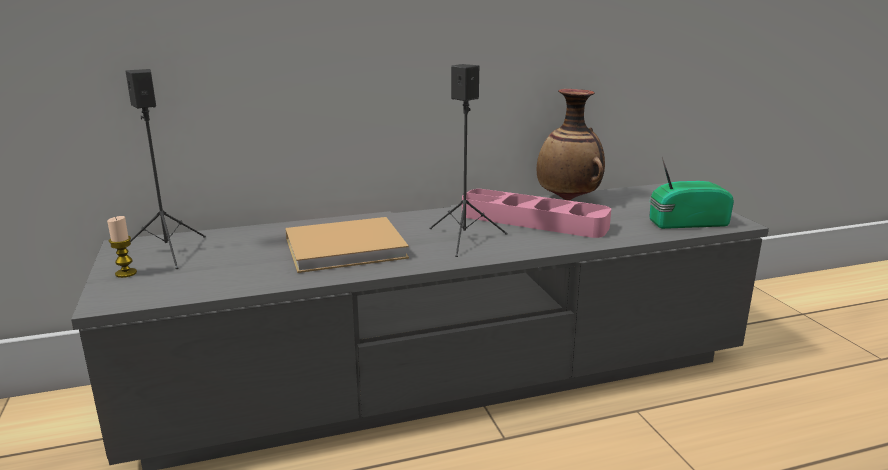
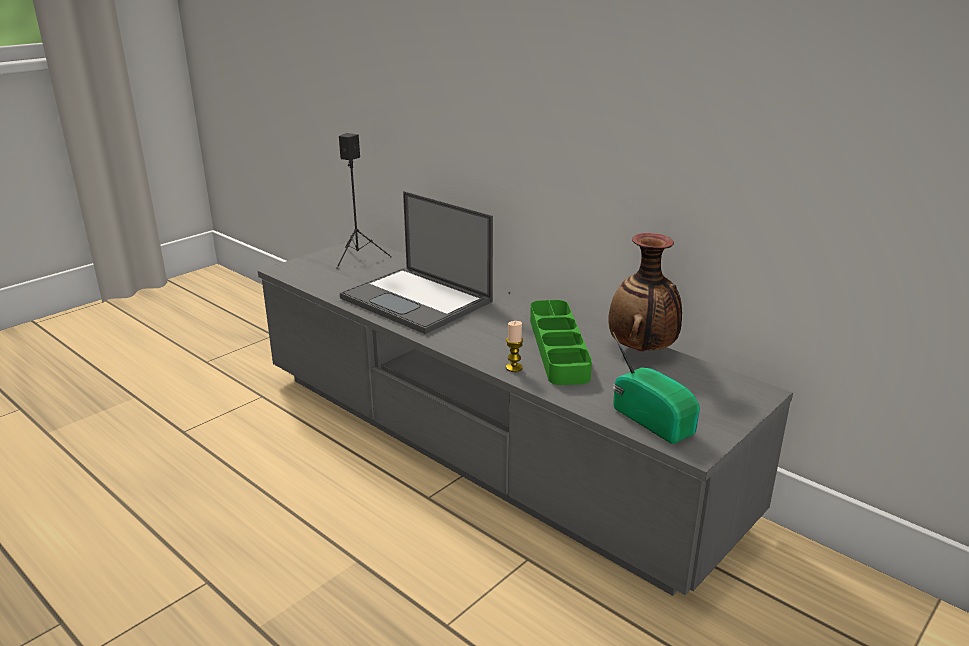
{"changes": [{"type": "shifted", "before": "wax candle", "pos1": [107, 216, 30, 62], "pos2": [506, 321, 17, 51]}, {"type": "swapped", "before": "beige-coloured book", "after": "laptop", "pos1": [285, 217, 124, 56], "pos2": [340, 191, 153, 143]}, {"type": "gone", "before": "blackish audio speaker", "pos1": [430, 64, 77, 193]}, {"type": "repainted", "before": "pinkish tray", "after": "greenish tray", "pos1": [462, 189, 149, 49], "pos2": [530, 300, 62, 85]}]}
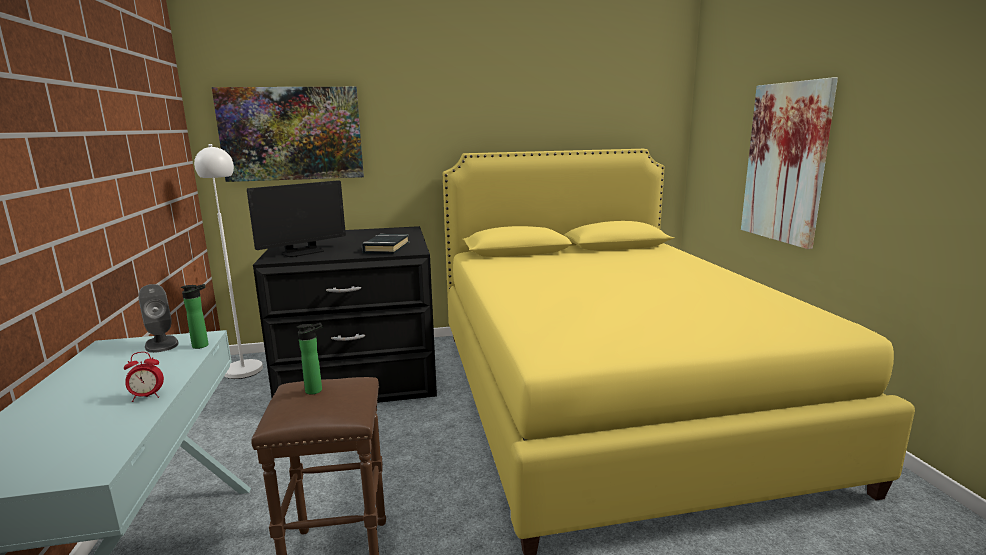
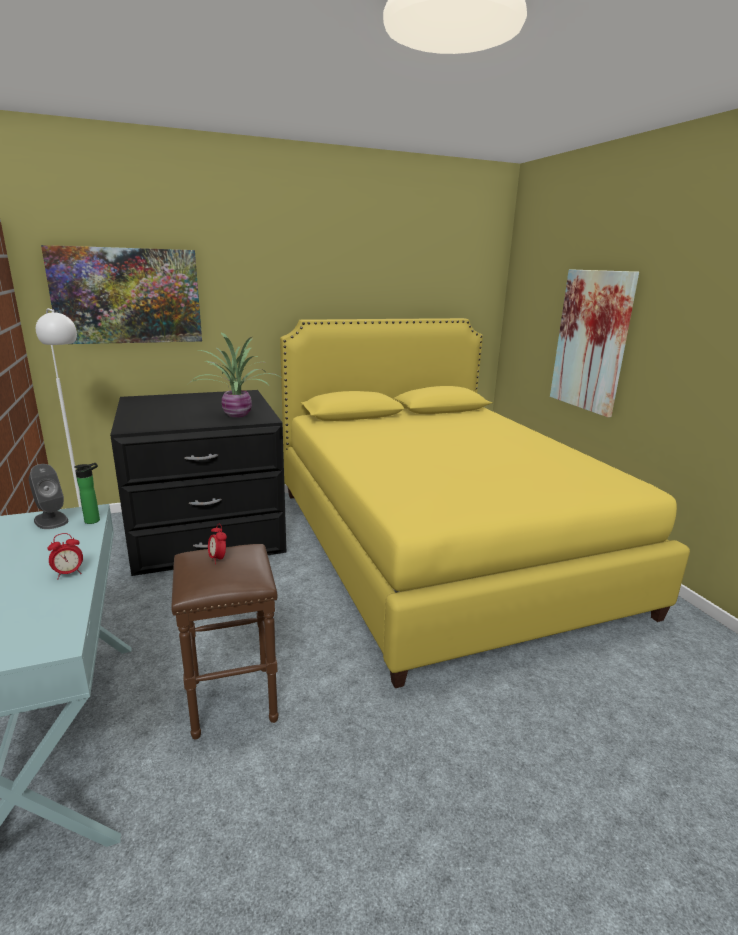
{"changes": [{"type": "gone", "before": "monitor", "pos1": [247, 180, 99, 77]}, {"type": "swapped", "before": "beverage bottle", "after": "table clock", "pos1": [297, 323, 25, 72], "pos2": [208, 525, 19, 39]}, {"type": "swapped", "before": "blackish book", "after": "potted plant", "pos1": [362, 234, 47, 20], "pos2": [188, 333, 96, 85]}]}
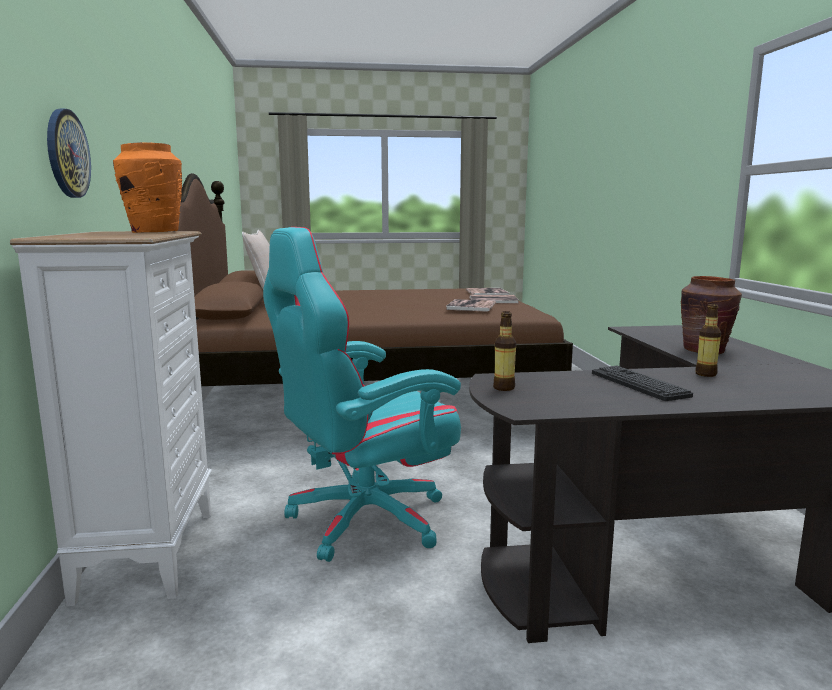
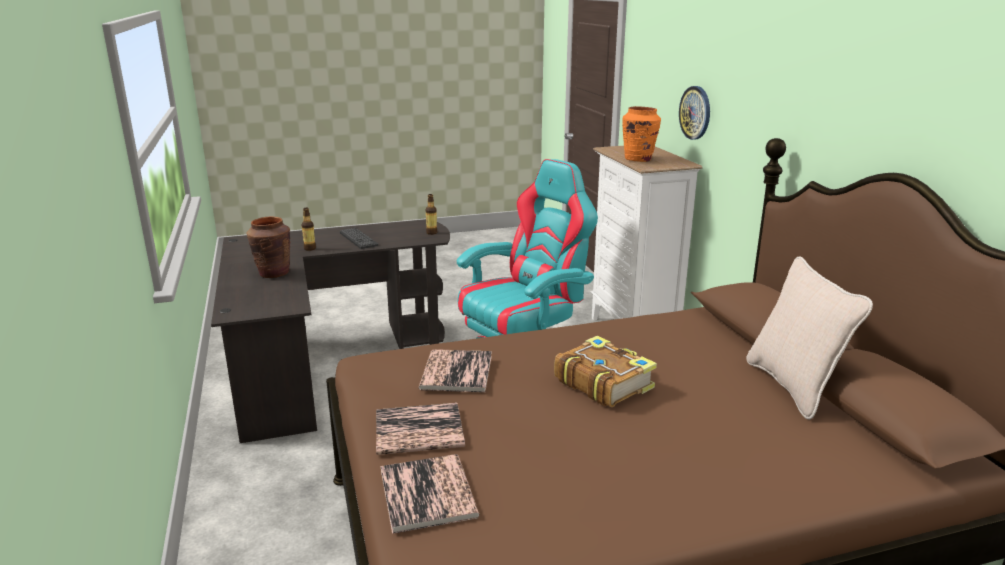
{"changes": [{"type": "new", "after": "book", "pos2": [554, 336, 103, 71]}]}
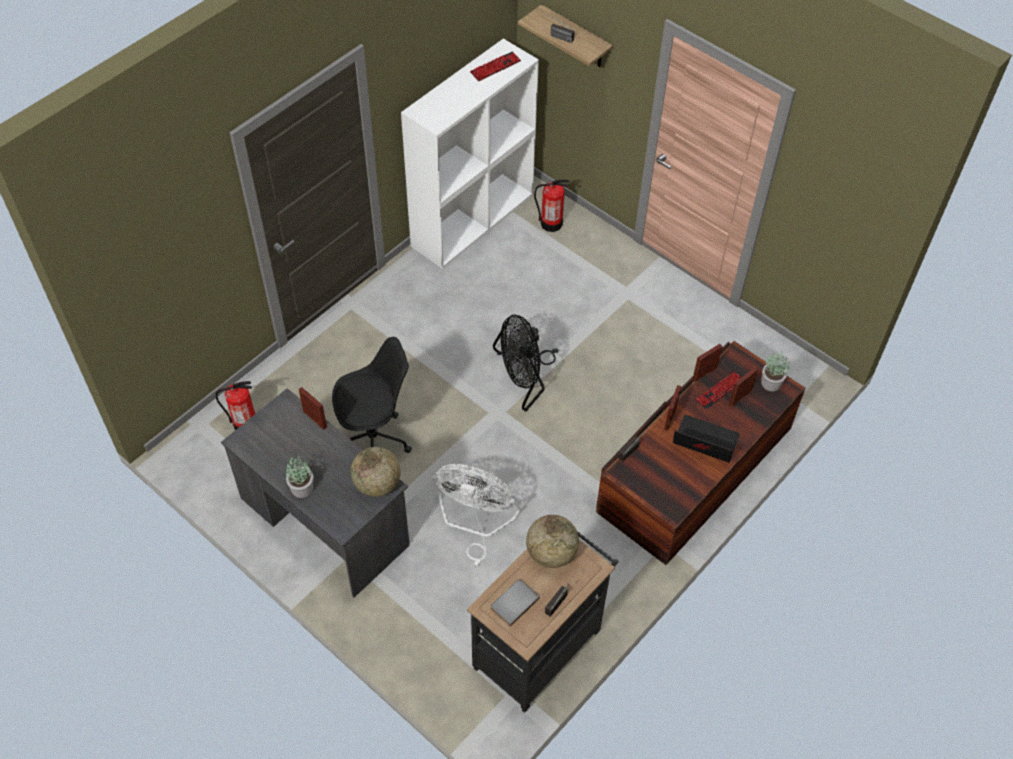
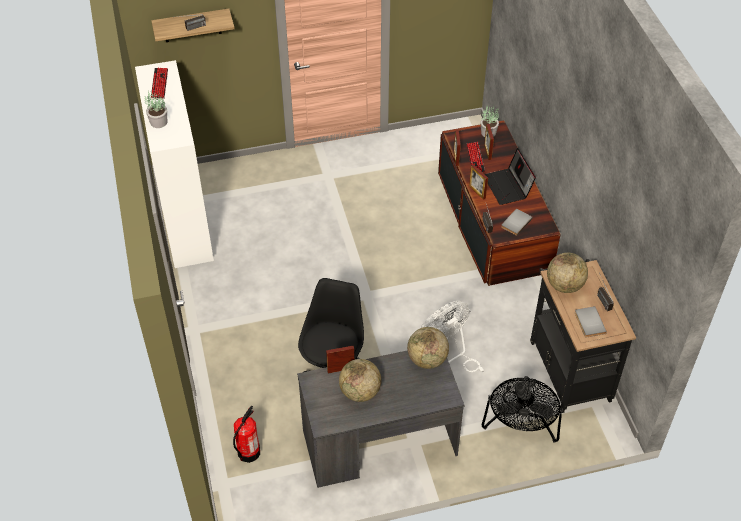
{"changes": [{"type": "shifted", "before": "potted plant", "pos1": [286, 456, 27, 42], "pos2": [145, 91, 22, 37]}, {"type": "shifted", "before": "blackish cooling fan", "pos1": [493, 314, 67, 98], "pos2": [482, 376, 81, 67]}, {"type": "gone", "before": "fire-fighting cylinder", "pos1": [534, 179, 35, 53]}, {"type": "rotated", "before": "laptop", "pos1": [673, 415, 67, 47], "pos2": [485, 148, 51, 57], "turn": -75}, {"type": "new", "after": "desk globe", "pos2": [339, 359, 42, 43]}, {"type": "new", "after": "greyish book", "pos2": [501, 209, 32, 27]}]}
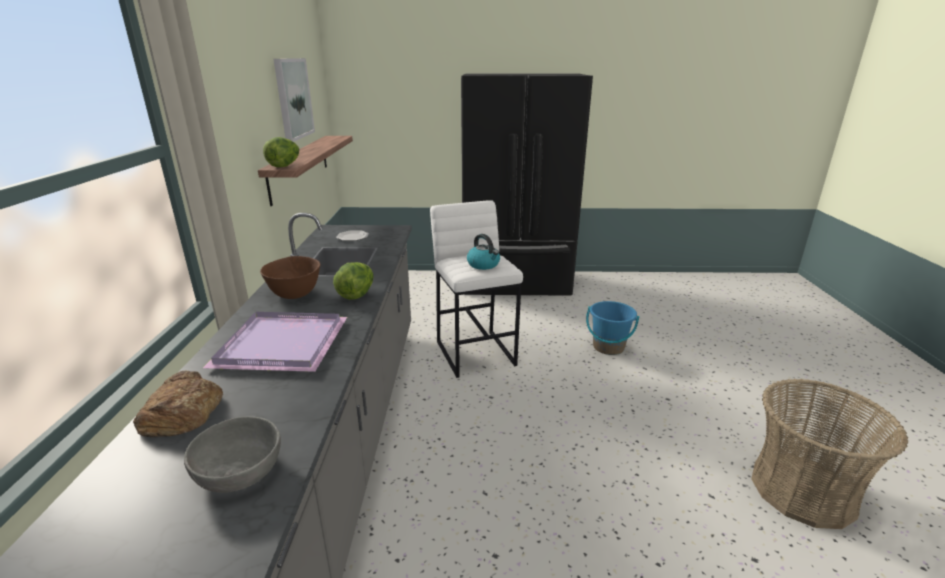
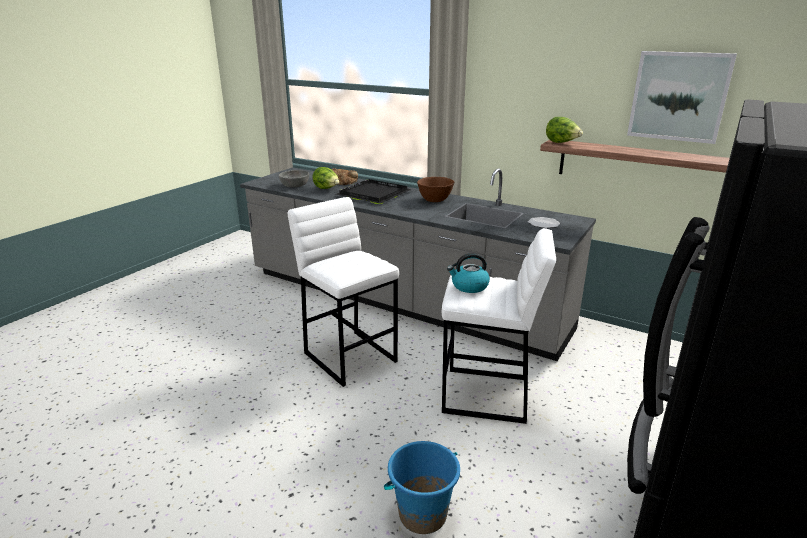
{"changes": [{"type": "repainted", "before": "purplish tray", "after": "blackish tray", "pos1": [203, 312, 144, 60], "pos2": [336, 179, 76, 25]}, {"type": "shifted", "before": "lettuce head", "pos1": [333, 262, 40, 38], "pos2": [312, 167, 27, 22]}, {"type": "gone", "before": "basket", "pos1": [751, 379, 157, 150]}, {"type": "new", "after": "white-coloured stool", "pos2": [288, 197, 111, 190]}]}
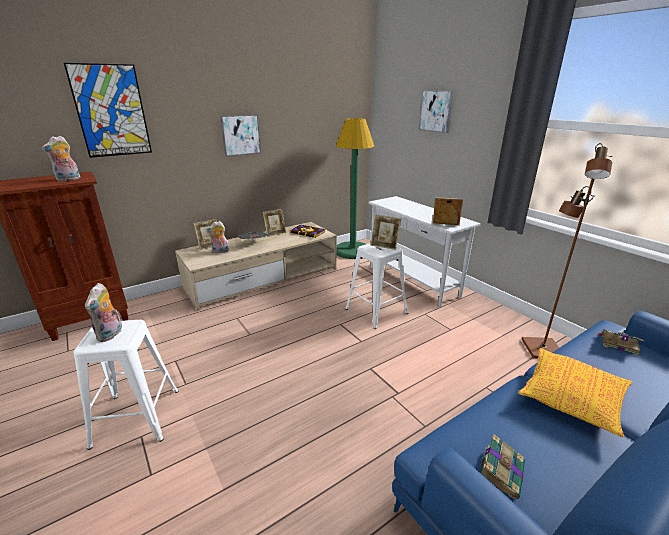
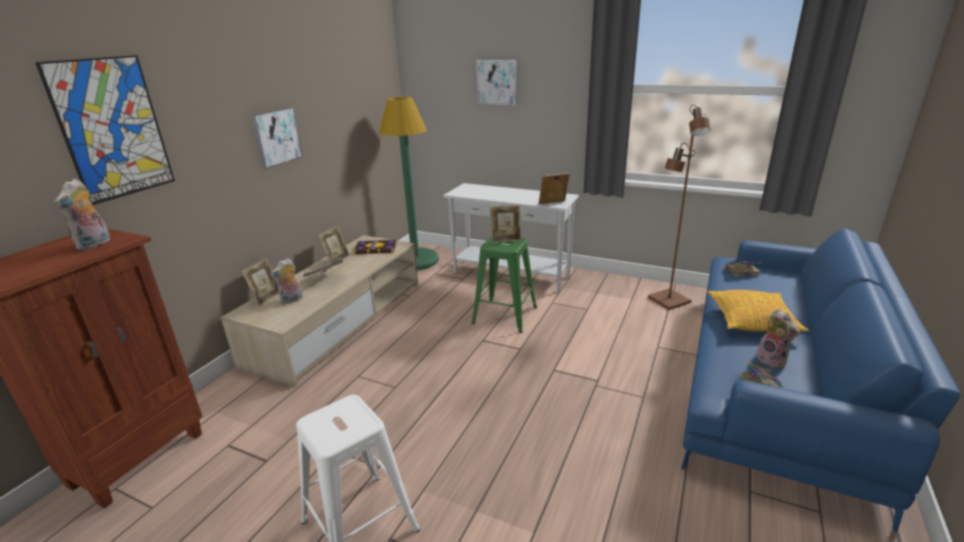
{"changes": [{"type": "shifted", "before": "cuddly toy", "pos1": [85, 283, 37, 59], "pos2": [756, 309, 44, 59]}, {"type": "repainted", "before": "white-coloured stool", "after": "greenish stool", "pos1": [345, 243, 63, 86], "pos2": [471, 237, 66, 96]}]}
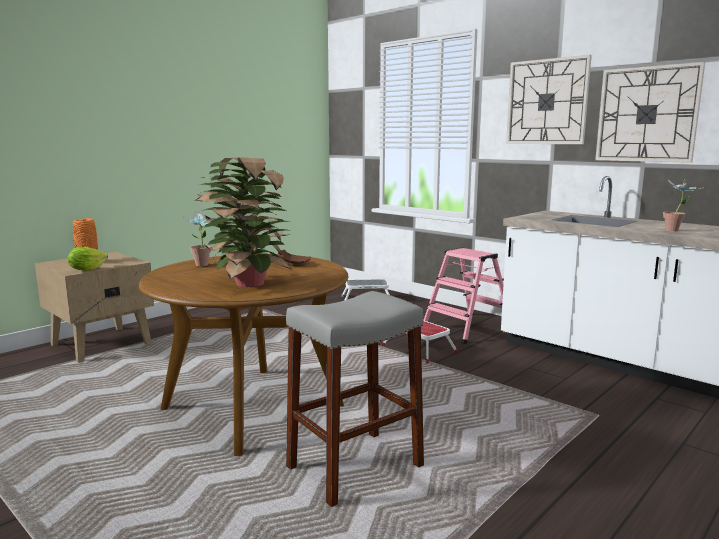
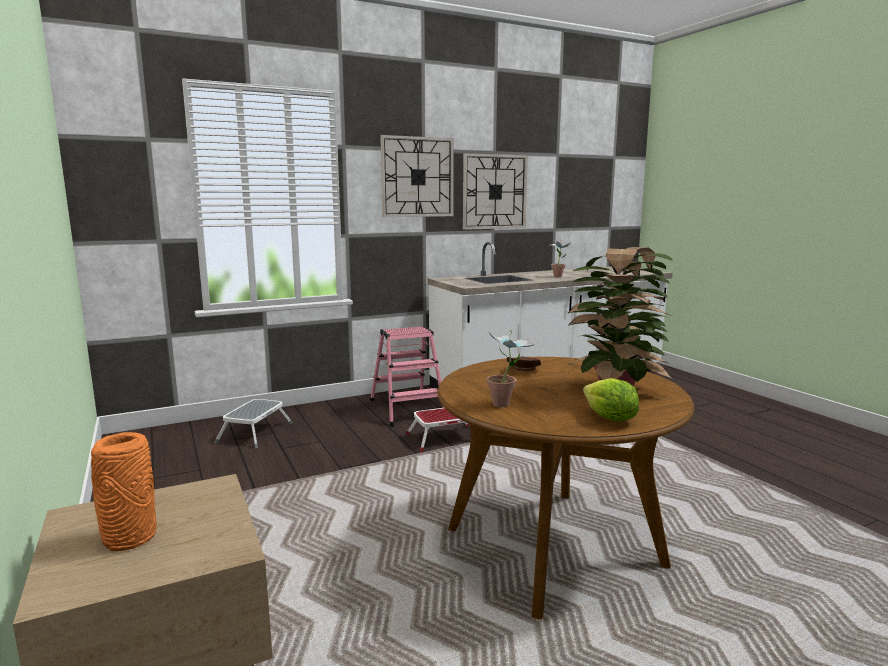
{"changes": [{"type": "shifted", "before": "lettuce head", "pos1": [68, 247, 40, 23], "pos2": [583, 378, 56, 43]}, {"type": "gone", "before": "greyish stool", "pos1": [286, 291, 138, 216]}]}
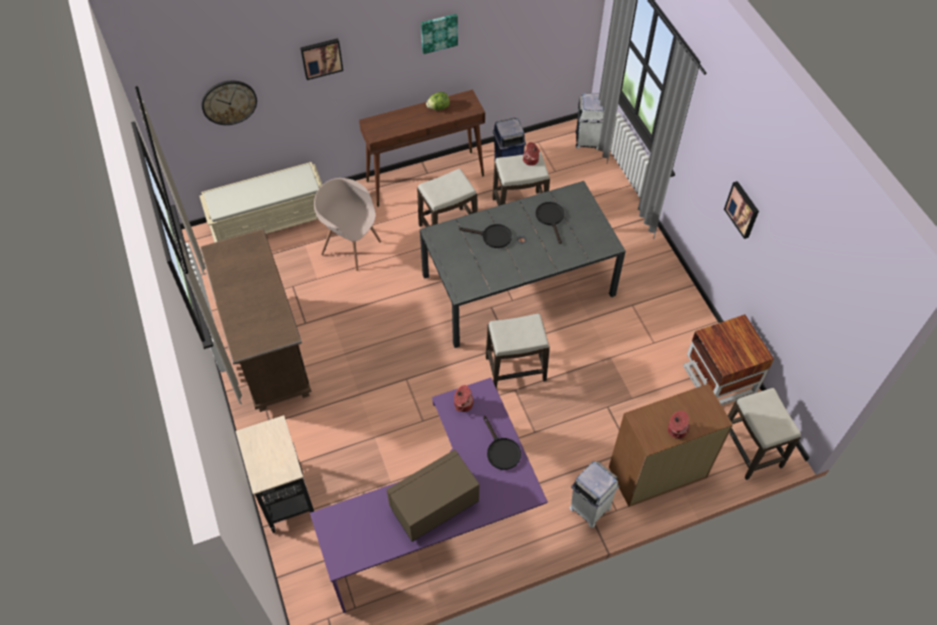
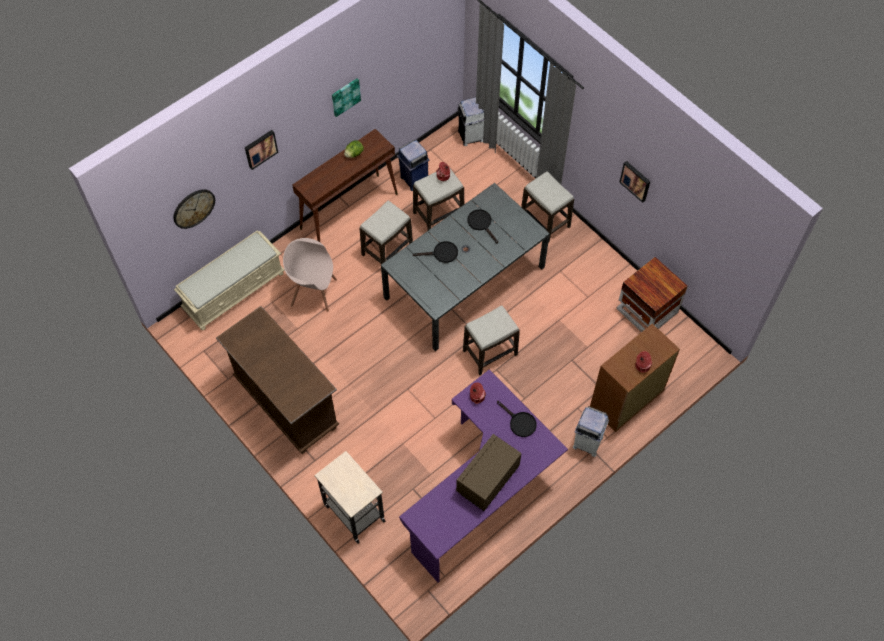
{"changes": [{"type": "shifted", "before": "stool", "pos1": [728, 388, 73, 92], "pos2": [521, 171, 53, 72]}]}
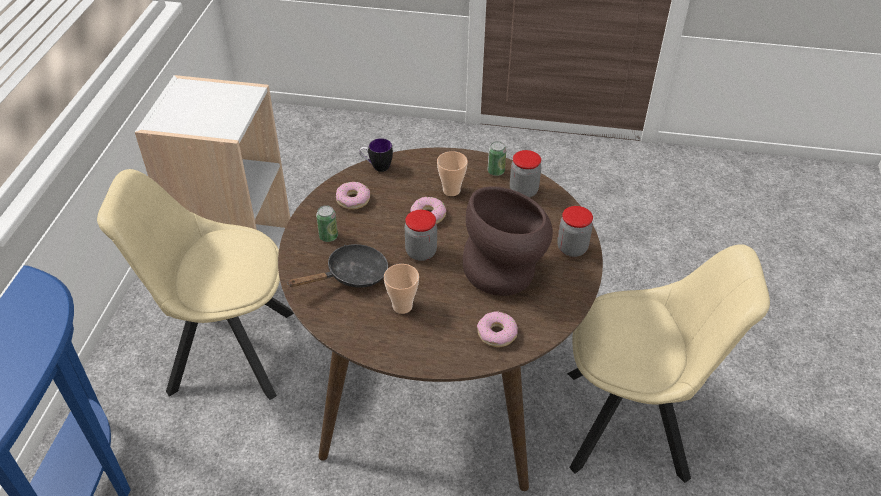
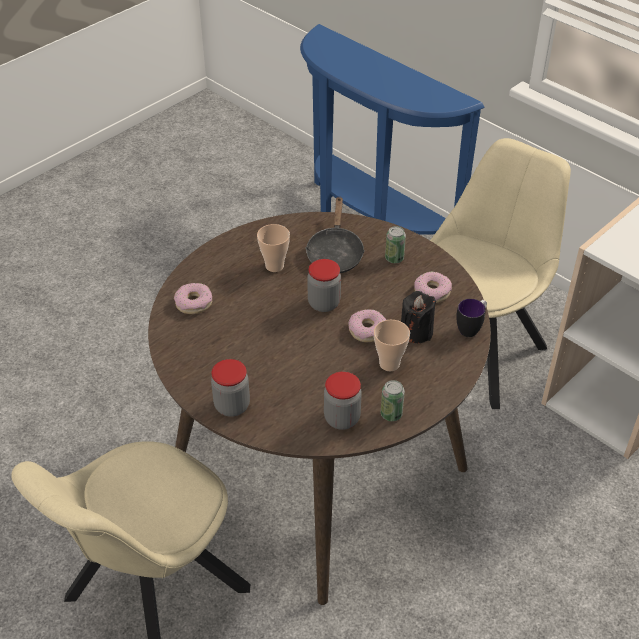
{"changes": [{"type": "gone", "before": "brown-coloured flower vase", "pos1": [463, 186, 90, 110]}, {"type": "new", "after": "blackish wax candle", "pos2": [401, 291, 35, 52]}]}
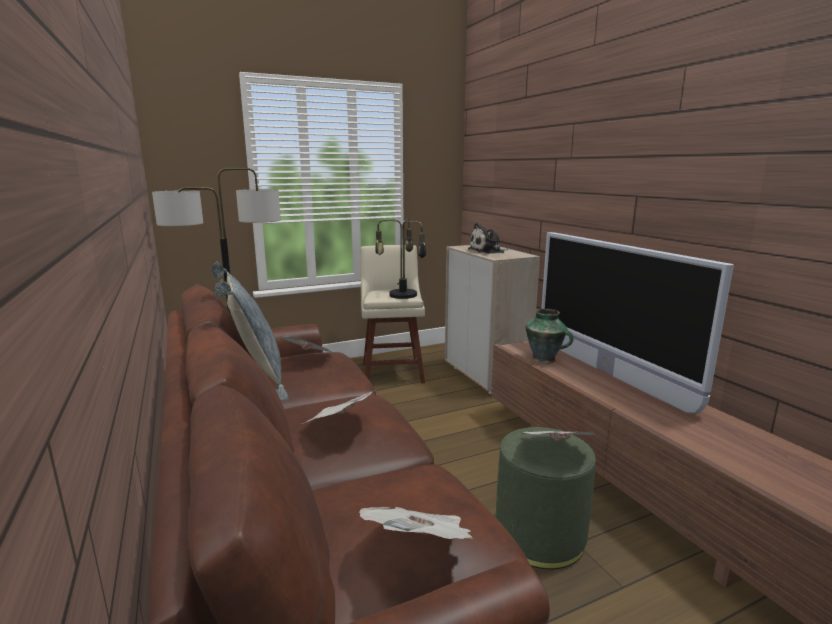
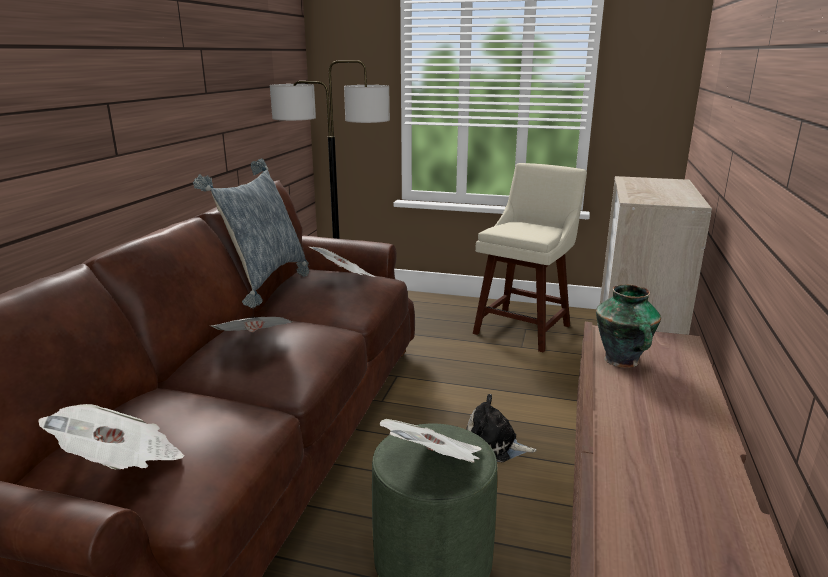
{"changes": [{"type": "gone", "before": "table lamp", "pos1": [375, 218, 51, 81]}, {"type": "shifted", "before": "cuddly toy", "pos1": [468, 223, 40, 31], "pos2": [466, 394, 70, 68]}, {"type": "gone", "before": "television", "pos1": [541, 232, 193, 181]}]}
